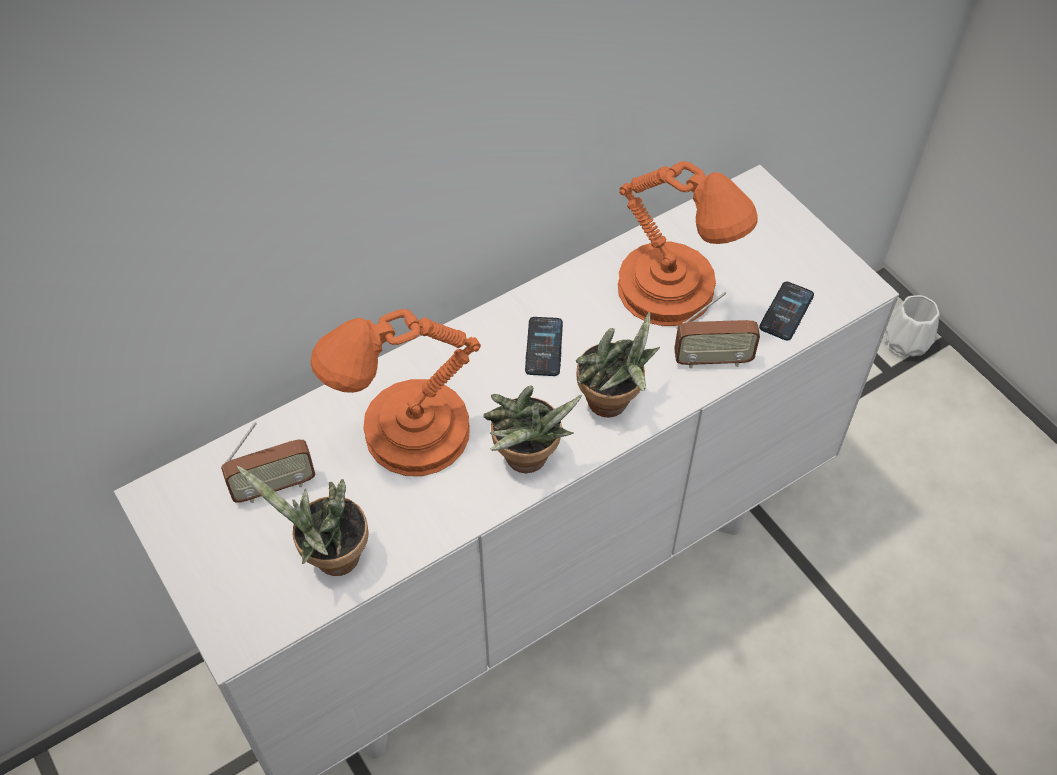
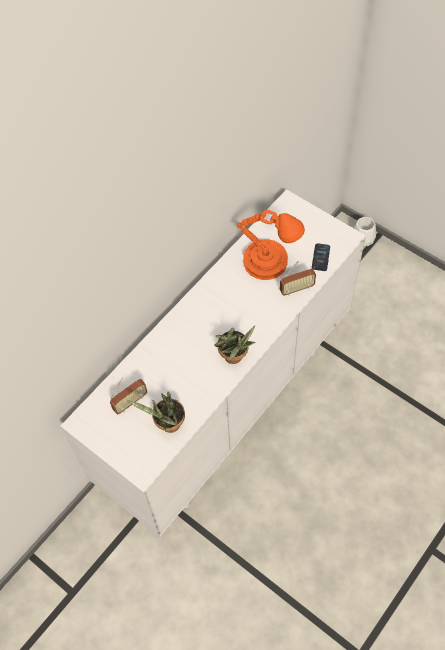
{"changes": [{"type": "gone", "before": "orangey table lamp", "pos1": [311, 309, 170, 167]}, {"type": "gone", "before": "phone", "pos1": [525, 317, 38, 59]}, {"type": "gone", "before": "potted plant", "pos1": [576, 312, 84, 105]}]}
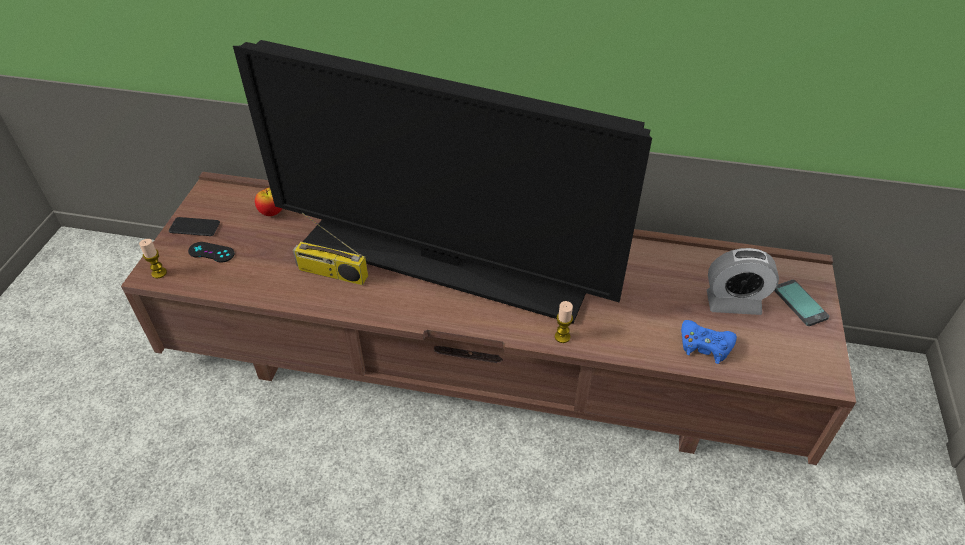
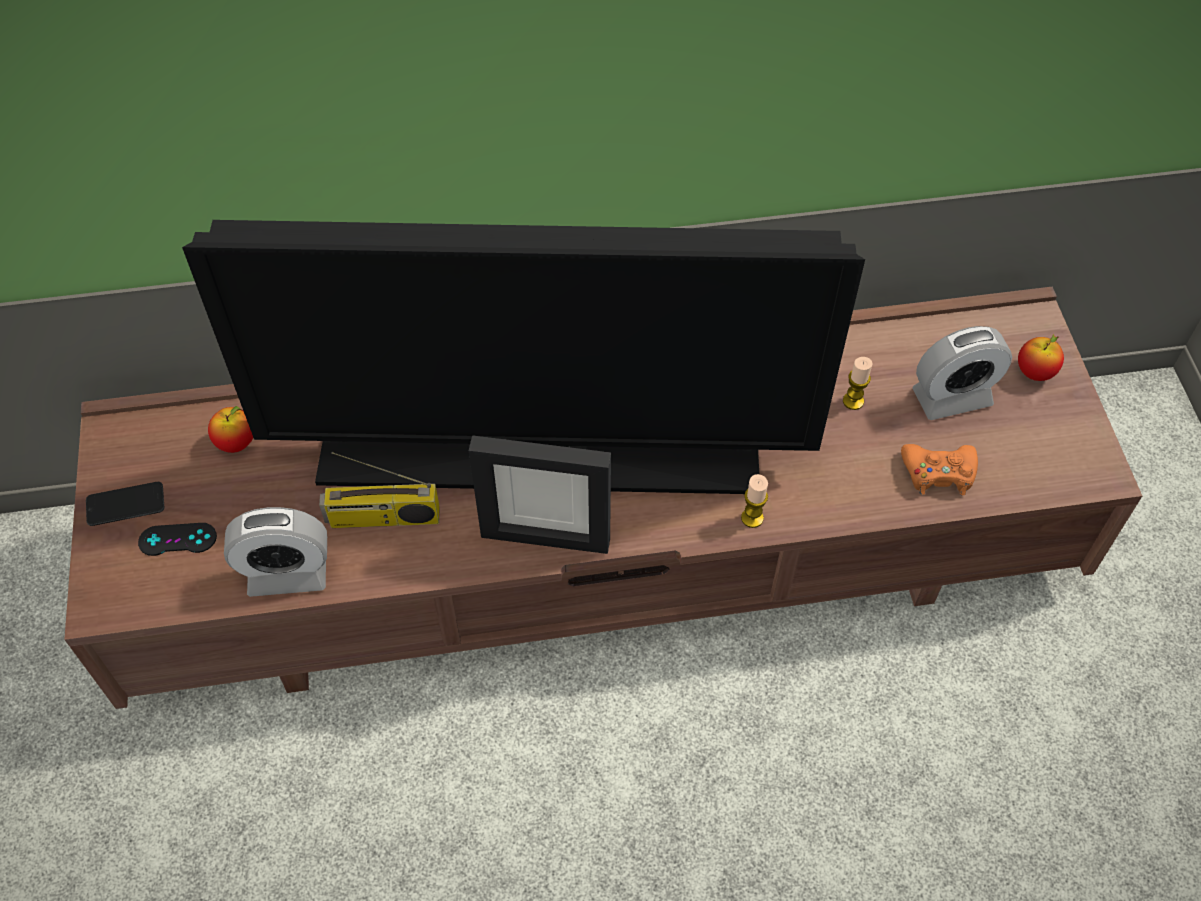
{"changes": [{"type": "shifted", "before": "wax candle", "pos1": [139, 239, 28, 39], "pos2": [843, 357, 29, 53]}, {"type": "repainted", "before": "bluish joypad", "after": "orangey joypad", "pos1": [681, 320, 56, 44], "pos2": [901, 444, 77, 51]}, {"type": "swapped", "before": "phone", "after": "apple fruit", "pos1": [774, 280, 55, 46], "pos2": [1018, 334, 46, 47]}, {"type": "new", "after": "table clock", "pos2": [224, 507, 103, 90]}, {"type": "new", "after": "photo frame", "pos2": [469, 435, 142, 119]}]}
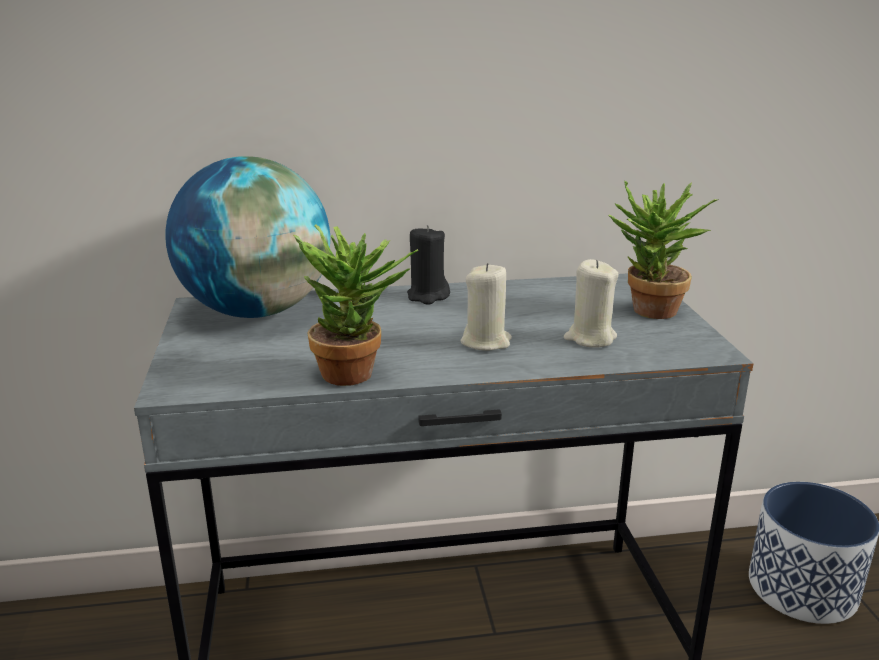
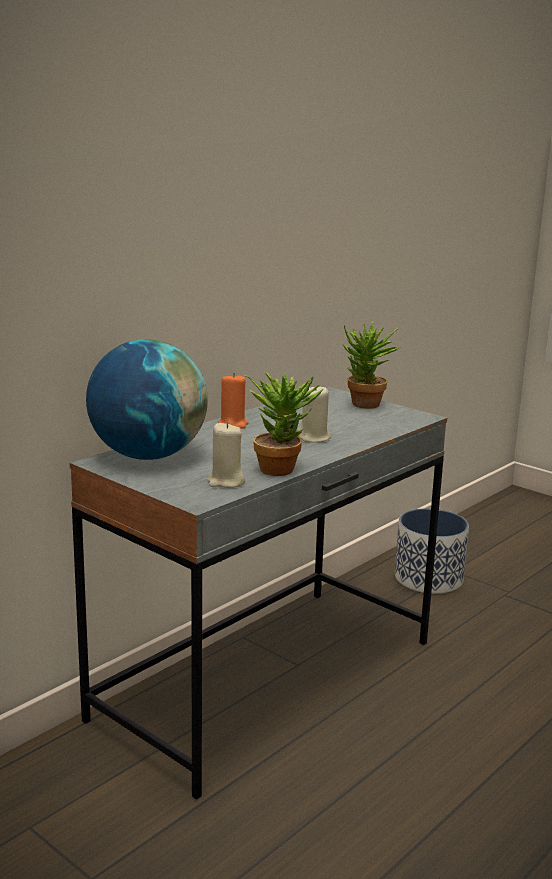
{"changes": [{"type": "repainted", "before": "blackish wax candle", "after": "orangey wax candle", "pos1": [407, 225, 43, 80], "pos2": [218, 373, 31, 56]}, {"type": "shifted", "before": "beige-coloured wax candle", "pos1": [564, 259, 55, 89], "pos2": [207, 422, 38, 66]}]}
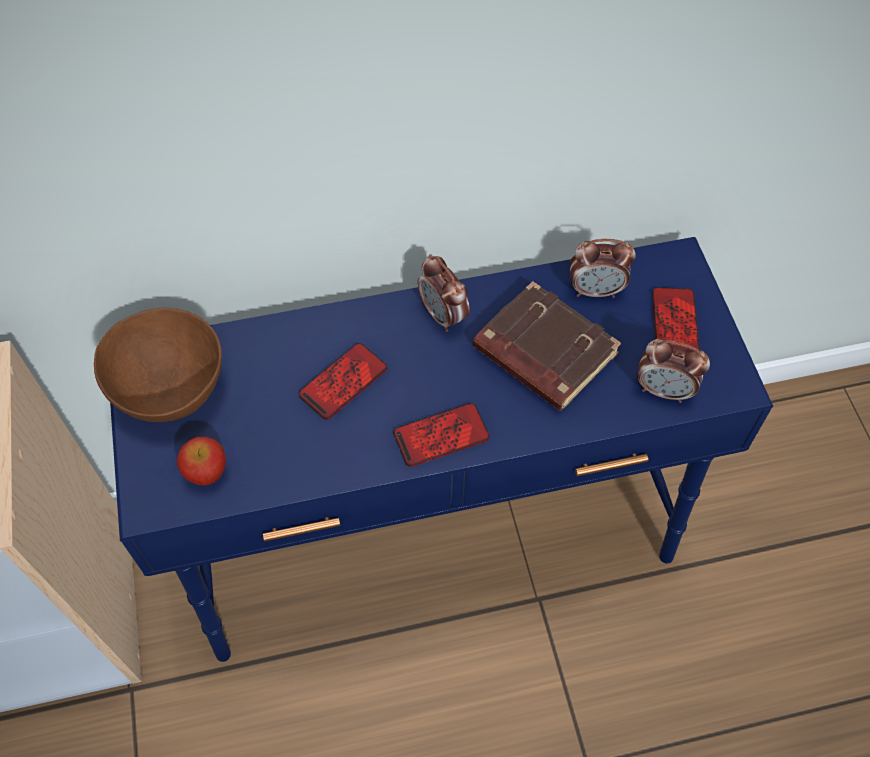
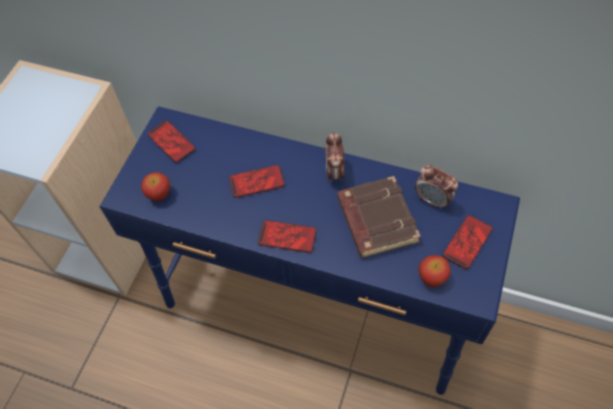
{"changes": [{"type": "swapped", "before": "brown-coloured serving bowl", "after": "phone", "pos1": [94, 308, 128, 114], "pos2": [147, 120, 48, 43]}, {"type": "swapped", "before": "table clock", "after": "apple fruit", "pos1": [637, 339, 73, 64], "pos2": [419, 255, 32, 32]}]}
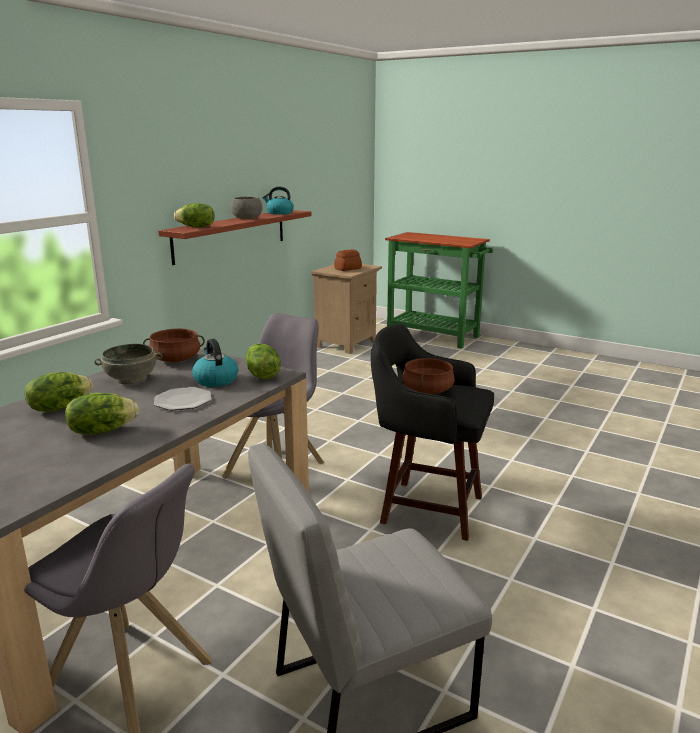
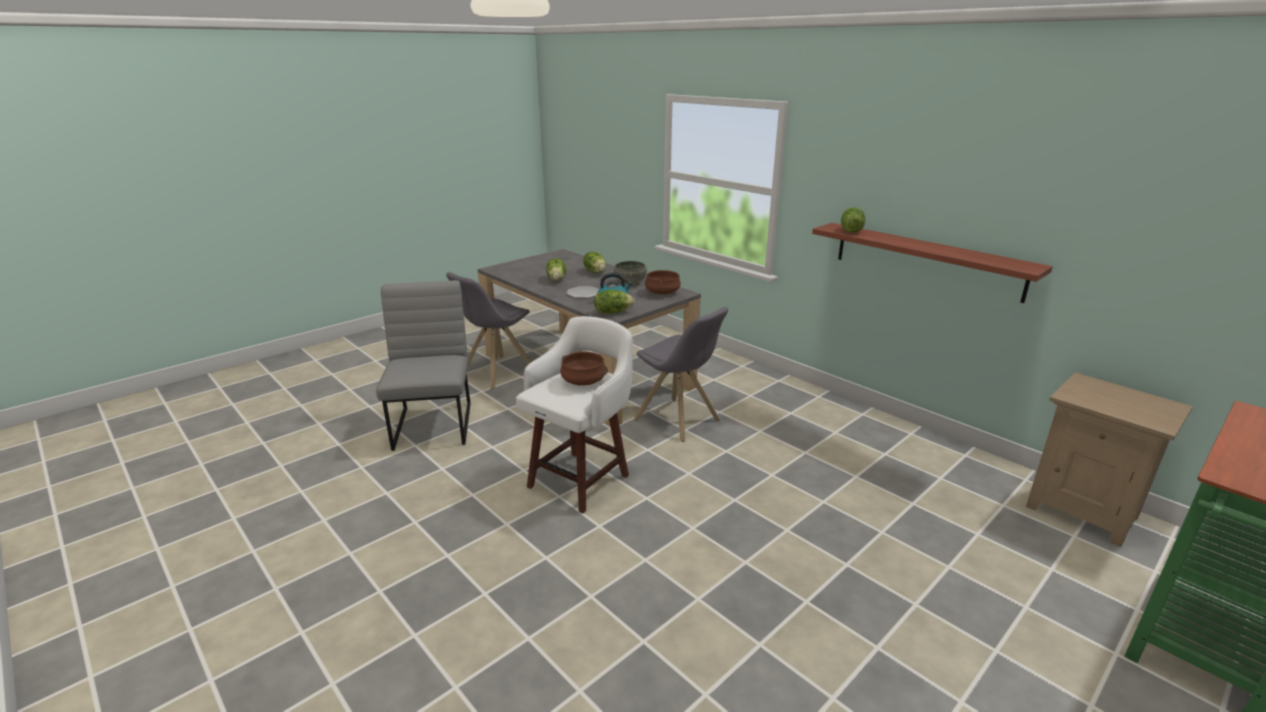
{"changes": [{"type": "gone", "before": "greyish serving bowl", "pos1": [231, 197, 32, 22]}, {"type": "gone", "before": "tea kettle", "pos1": [262, 186, 32, 29]}, {"type": "gone", "before": "bakery bread", "pos1": [334, 249, 28, 22]}, {"type": "repainted", "before": "blackish stool", "after": "white-coloured stool", "pos1": [371, 324, 123, 217], "pos2": [516, 316, 117, 197]}]}
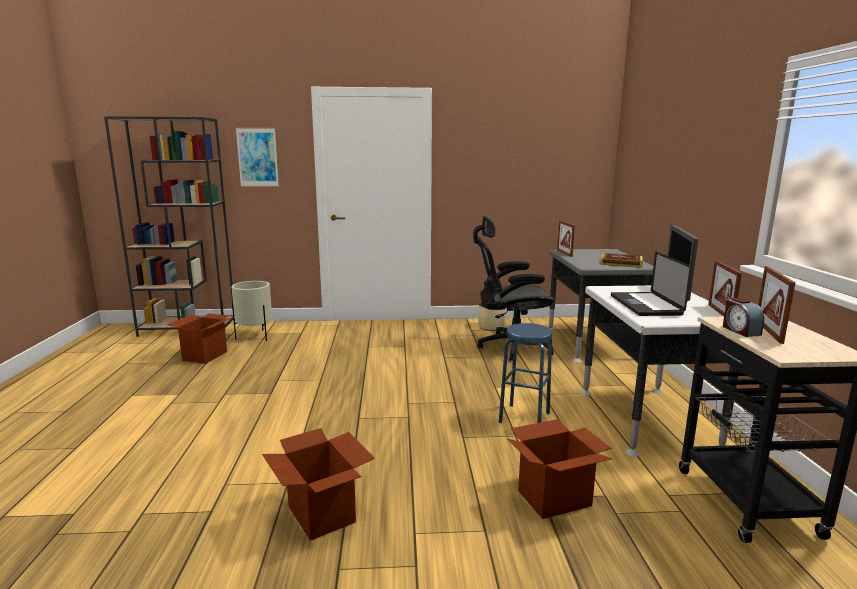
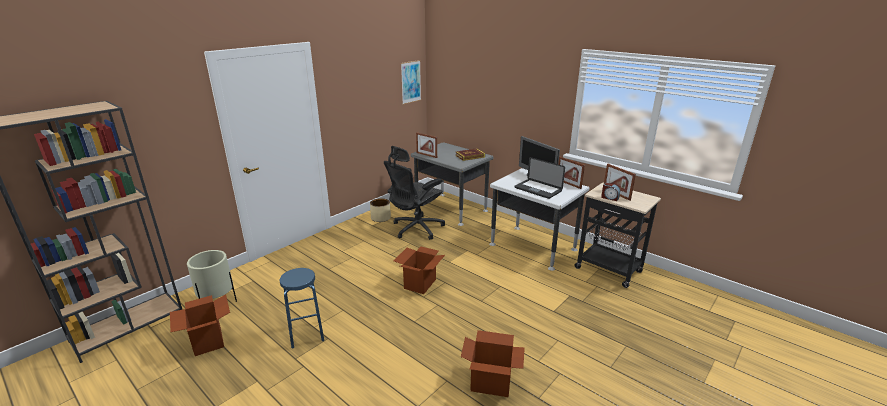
{"changes": [{"type": "shifted", "before": "picture", "pos1": [236, 127, 43, 60], "pos2": [401, 60, 20, 44]}, {"type": "shifted", "before": "bluish stool", "pos1": [499, 323, 53, 100], "pos2": [280, 268, 44, 81]}, {"type": "shifted", "before": "carton", "pos1": [508, 419, 104, 100], "pos2": [394, 246, 51, 48]}]}
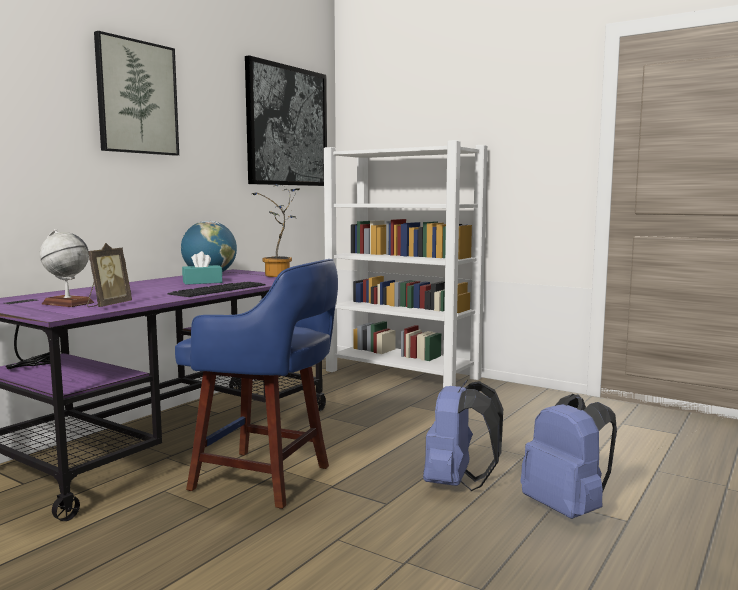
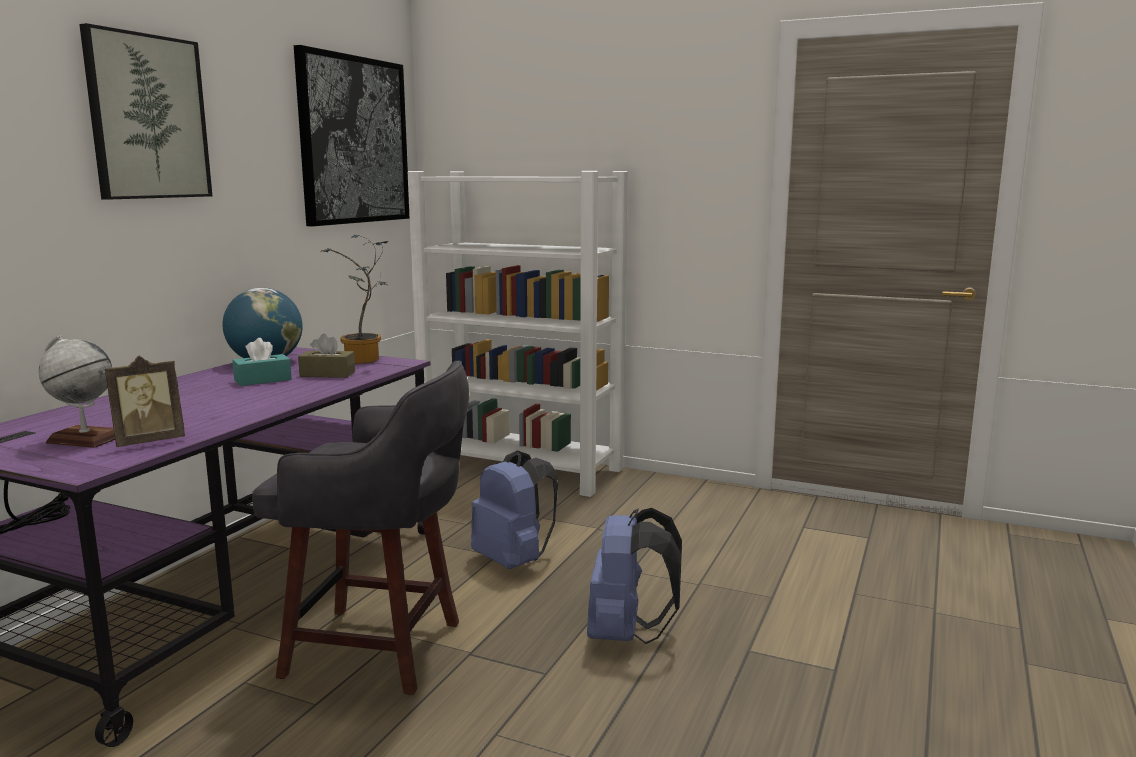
{"changes": [{"type": "rotated", "before": "photo frame", "pos1": [87, 243, 45, 64], "pos2": [105, 356, 80, 91], "turn": 45}, {"type": "gone", "before": "keyboard", "pos1": [168, 282, 97, 15]}, {"type": "repainted", "before": "bluish stool", "after": "greyish stool", "pos1": [175, 259, 163, 250], "pos2": [252, 360, 217, 335]}, {"type": "shifted", "before": "bluish backpack", "pos1": [520, 394, 97, 125], "pos2": [471, 450, 87, 119]}, {"type": "new", "after": "brown-coloured tissue holder", "pos2": [298, 334, 57, 44]}]}
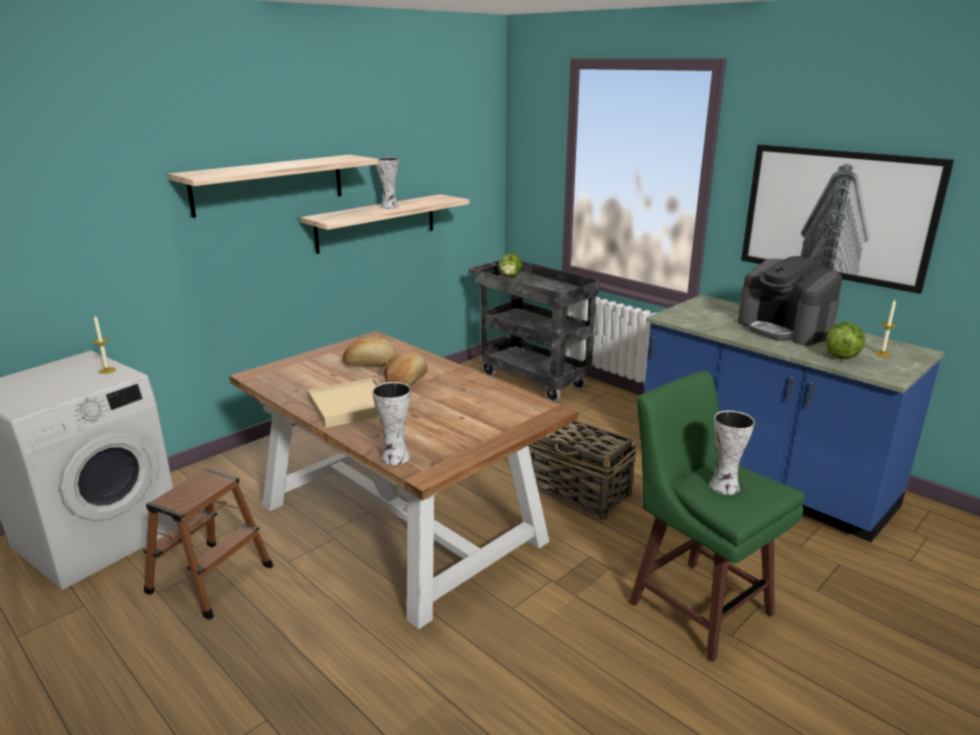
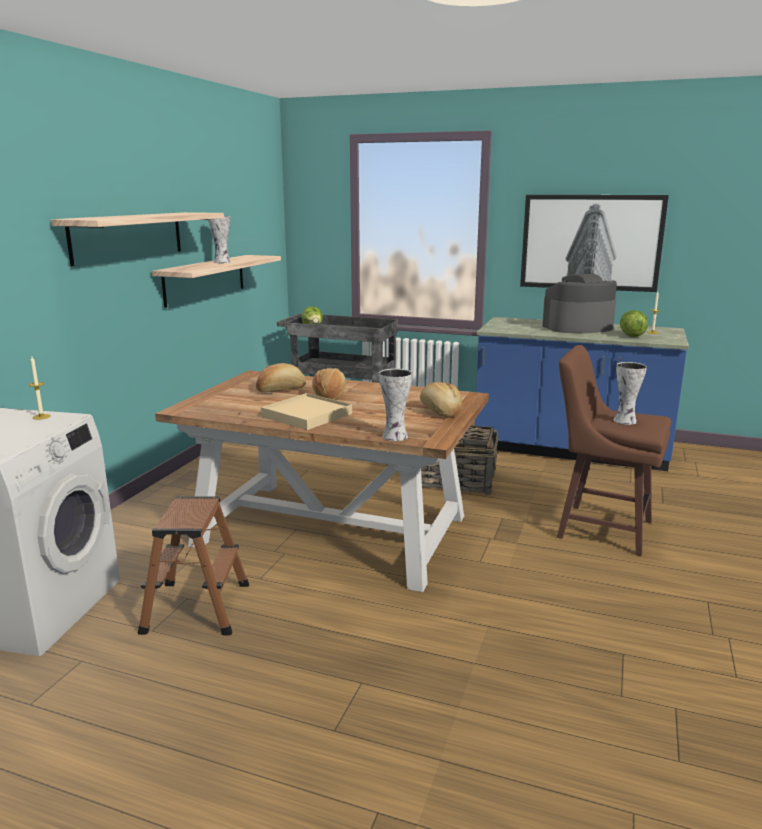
{"changes": [{"type": "repainted", "before": "greenish stool", "after": "brown-coloured stool", "pos1": [629, 371, 176, 291], "pos2": [557, 345, 114, 211]}, {"type": "rotated", "before": "coffee brewer", "pos1": [737, 256, 105, 90], "pos2": [542, 274, 75, 59], "turn": 135}, {"type": "new", "after": "bakery bread", "pos2": [420, 382, 42, 36]}]}
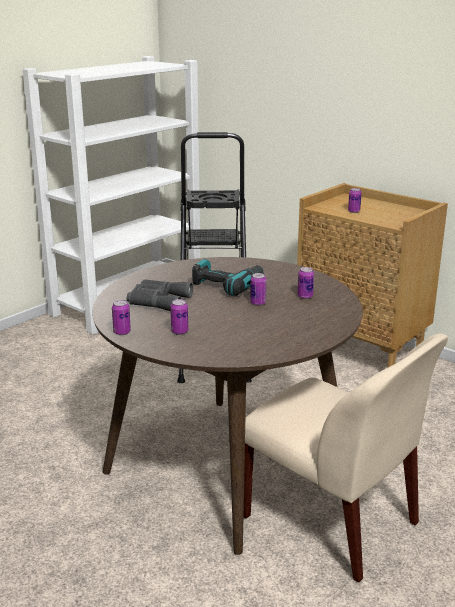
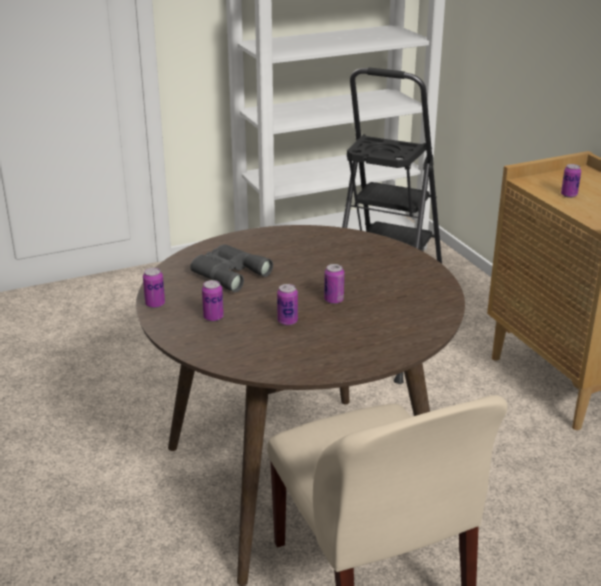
{"changes": [{"type": "gone", "before": "drill", "pos1": [192, 259, 72, 37]}, {"type": "shifted", "before": "can", "pos1": [298, 267, 16, 32], "pos2": [277, 284, 21, 42]}]}
